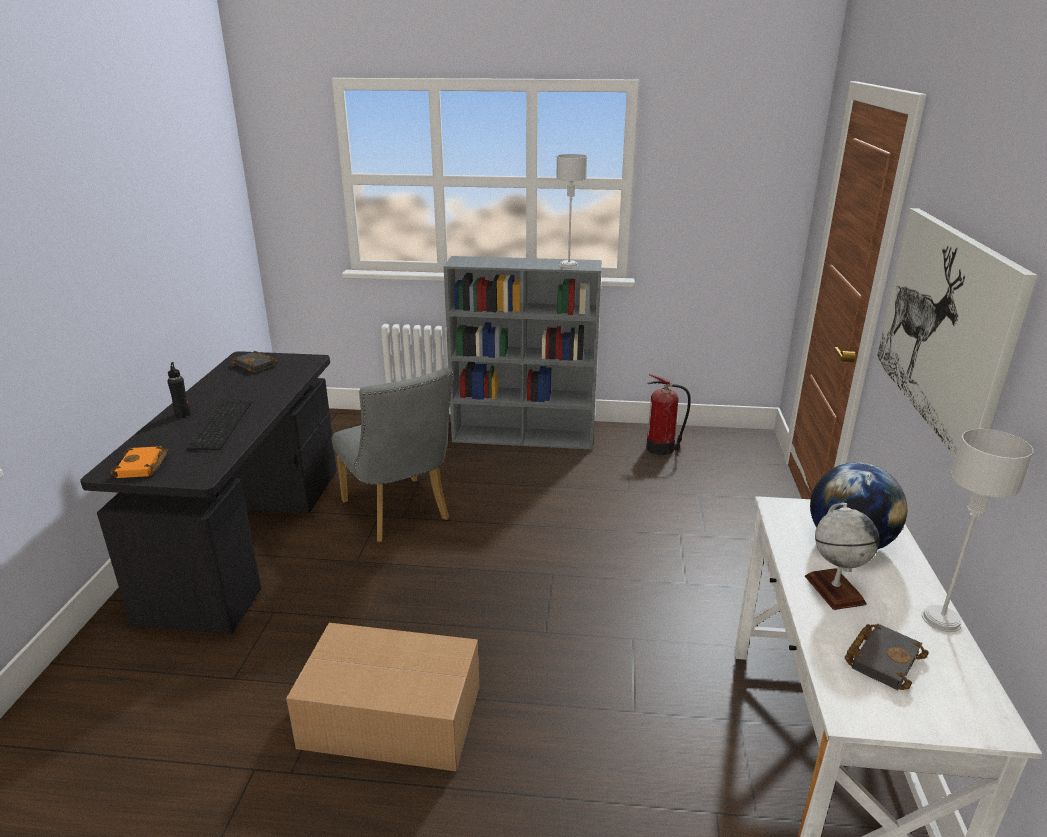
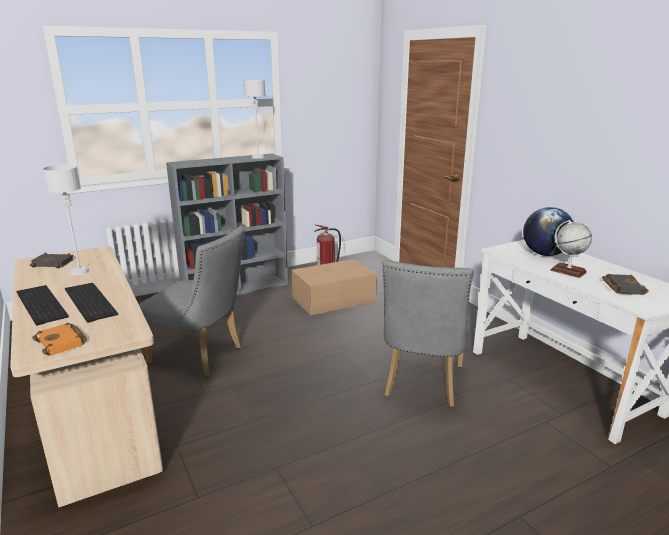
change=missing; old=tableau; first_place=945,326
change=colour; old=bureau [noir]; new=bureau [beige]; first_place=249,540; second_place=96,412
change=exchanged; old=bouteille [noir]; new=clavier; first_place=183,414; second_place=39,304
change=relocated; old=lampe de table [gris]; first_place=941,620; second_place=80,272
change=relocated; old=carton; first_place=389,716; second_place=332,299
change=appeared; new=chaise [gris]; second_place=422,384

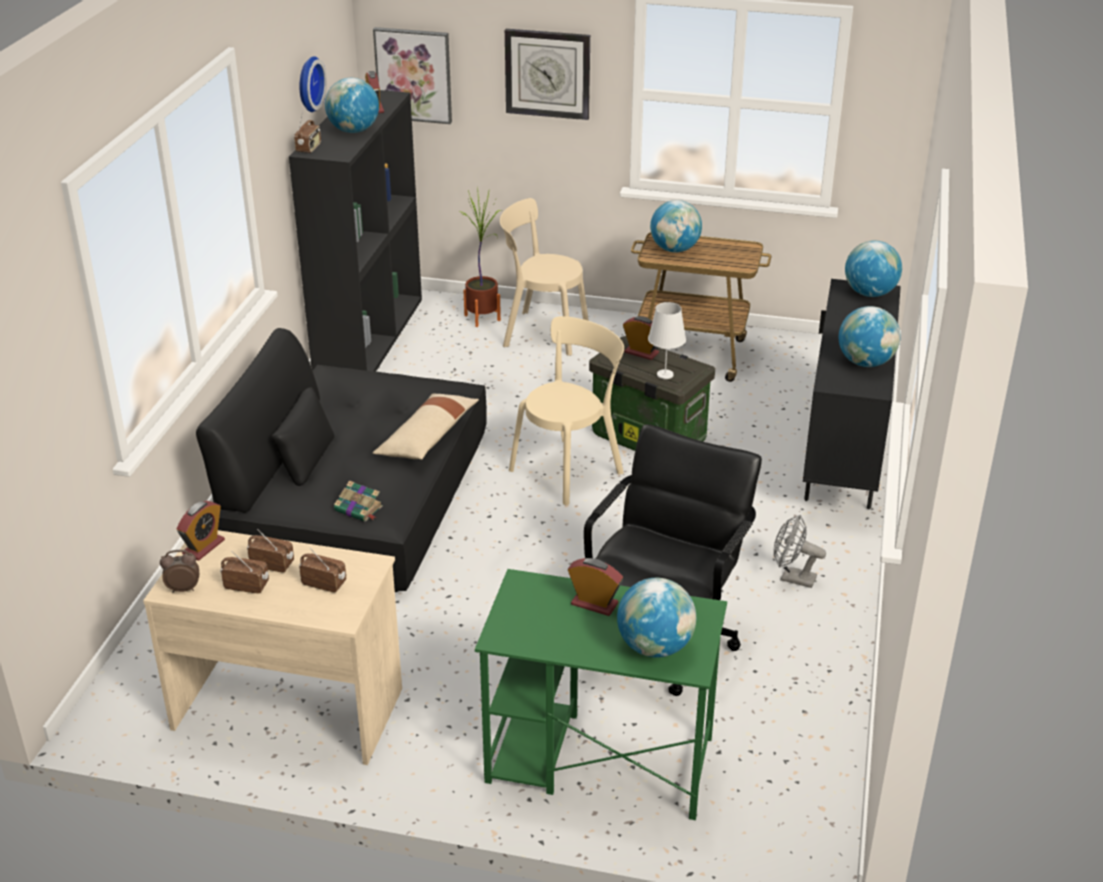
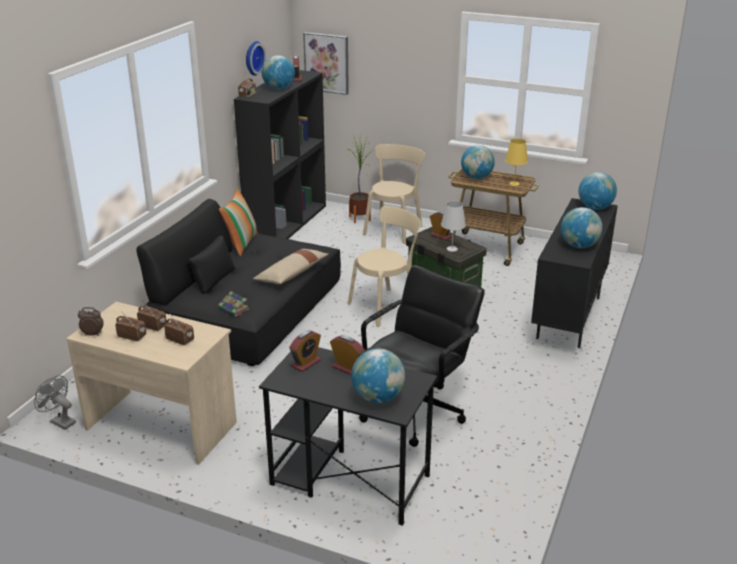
change=missing; old=horloge murale; first_place=547,73
change=spun; old=chaise [beige]; first_place=541,333; second_place=394,229; degrees=90
change=relocated; old=réveil; first_place=203,547; second_place=306,363
change=relocated; old=ventilateur [gris]; first_place=792,578; second_place=59,421
change=colour; old=bureau [vert]; new=bureau [noir]; first_place=597,760; second_place=348,480
change=appeared; new=lampe de table [jaune]; second_place=514,184
change=appeared; new=coussin; second_place=241,243

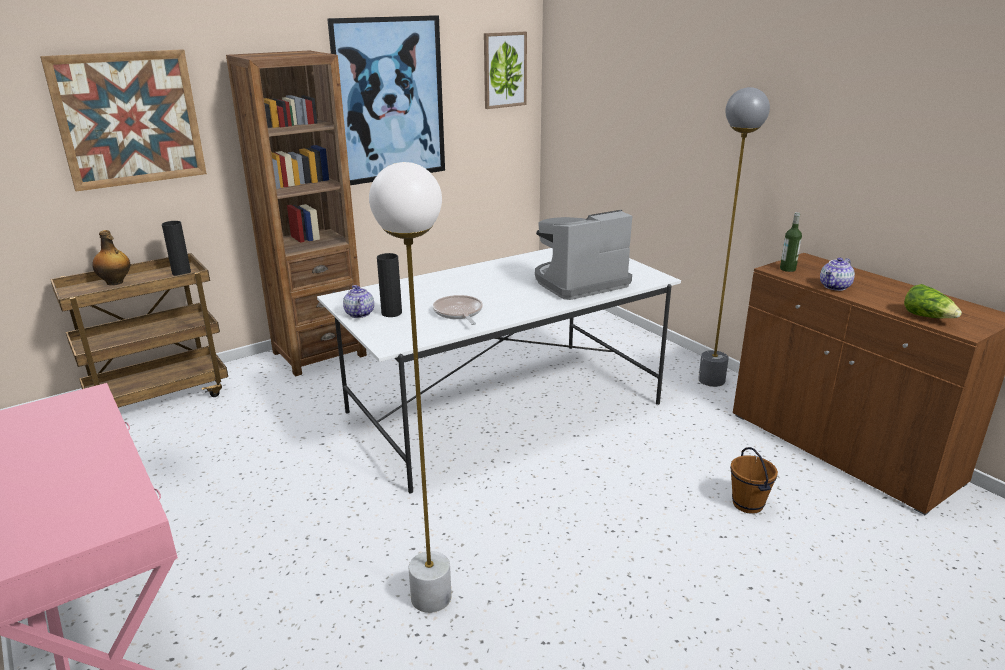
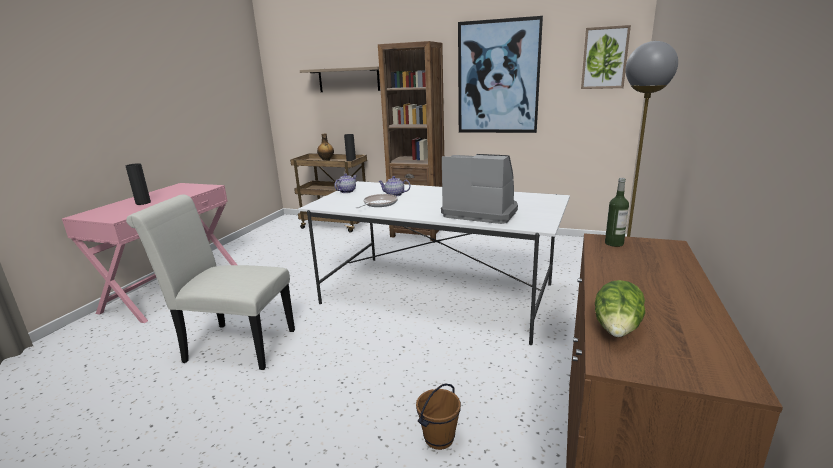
change=exchanged; old=tableau; new=étagère; first_place=129,119; second_place=348,79
change=exchanged; old=lampadaire [blanc]; new=chaise [blanc]; first_place=431,597; second_place=233,345
change=relocated; old=vase [noir]; first_place=391,313; second_place=143,203
change=relocated; old=théière; first_place=835,287; second_place=394,195

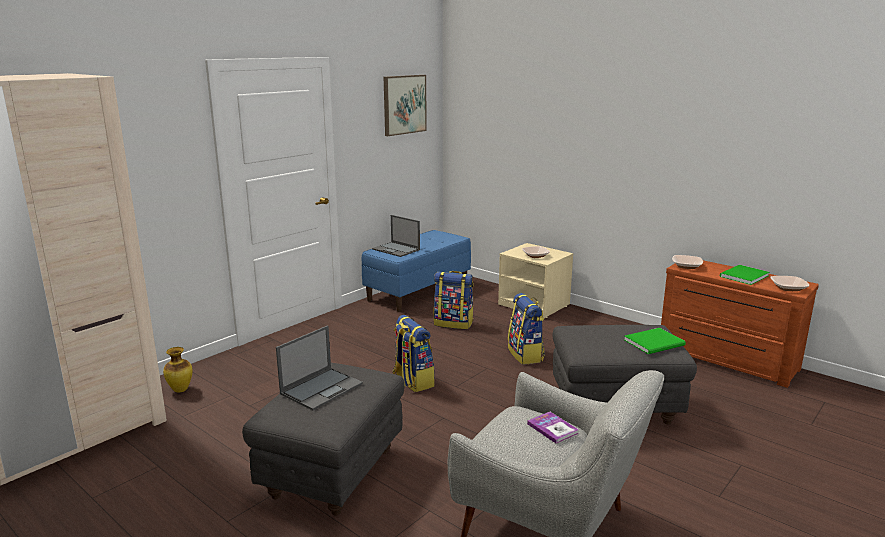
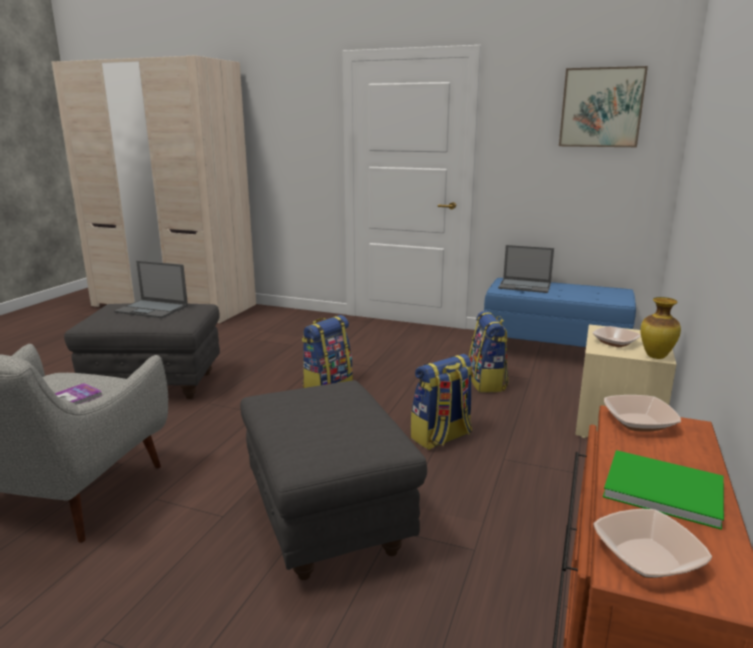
change=spun; old=ordinateur portable; first_place=396,249; second_place=525,286; degrees=-90
change=missing; old=livre [vert]; first_place=656,343
change=relocated; old=vase; first_place=181,390; second_place=656,357

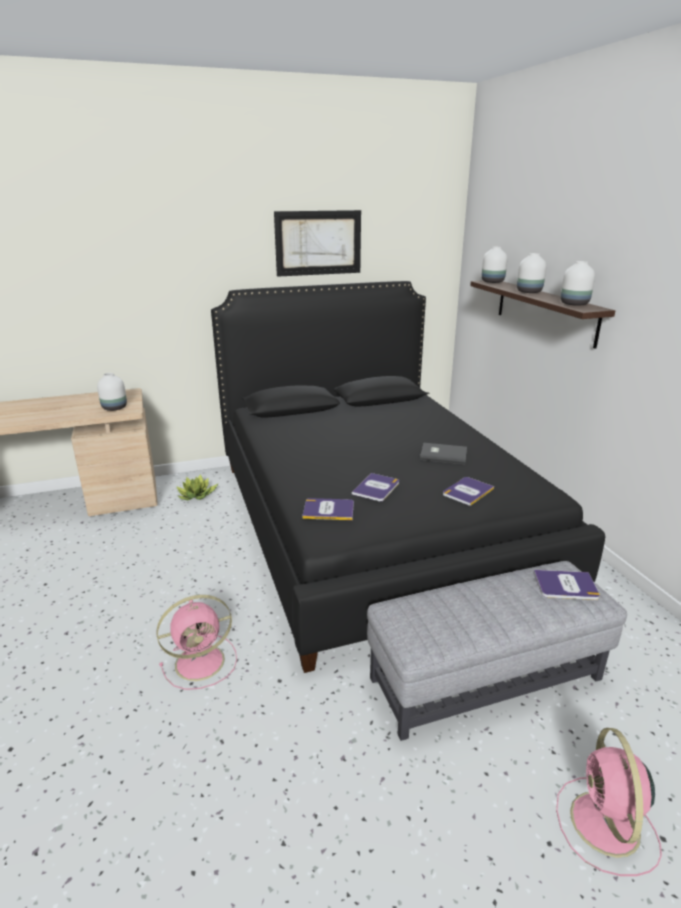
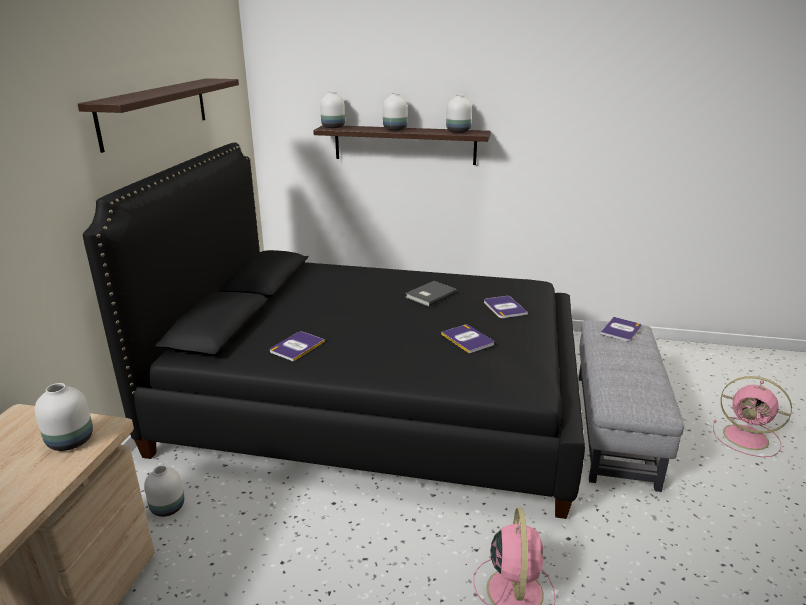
change=exchanged; old=tableau; new=étagère; first_place=318,243; second_place=155,111
change=exchanged; old=plante en pot; new=vase [blanc]; first_place=197,495; second_place=168,507
change=relocated; old=livre; first_place=328,510; second_place=296,346

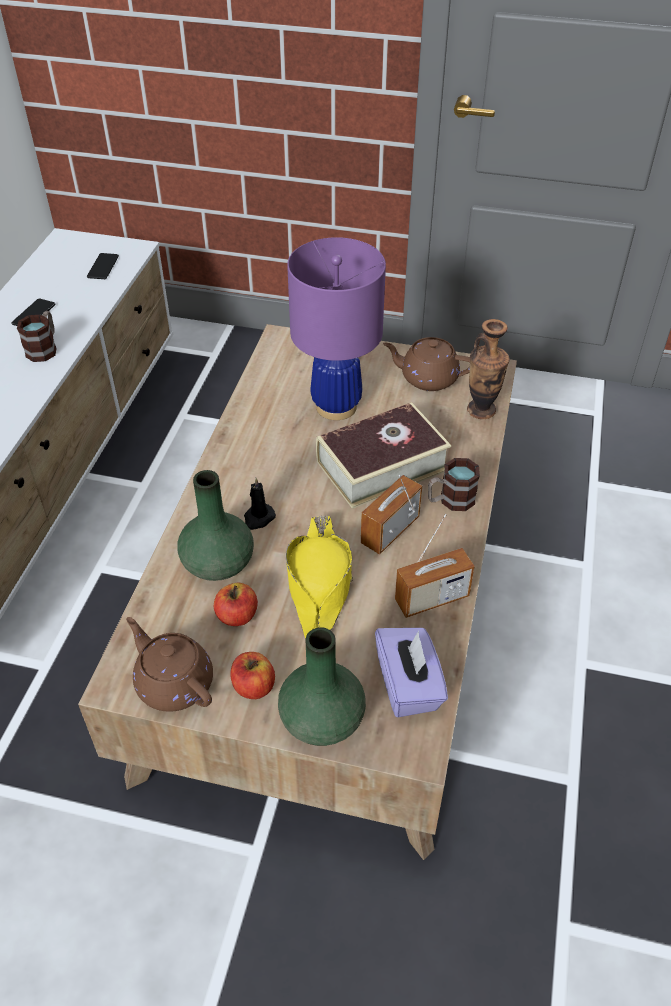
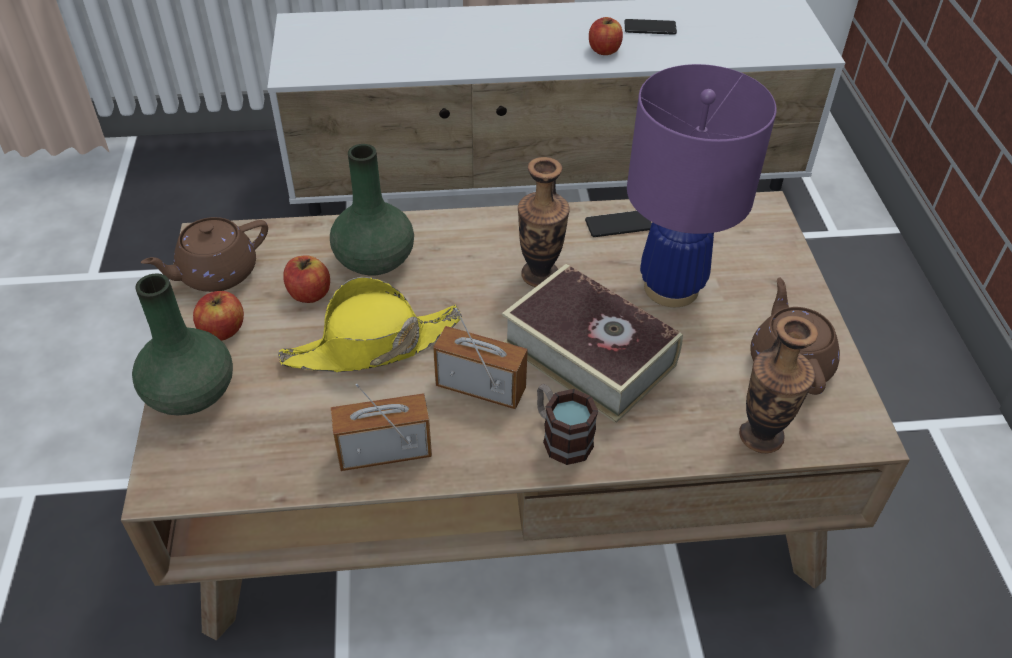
change=relocated; old=téléphone; first_place=103,267; second_place=618,224
change=exchanged; old=mug; new=pomme; first_place=44,348; second_place=604,50
change=missing; old=bougie [noir]; first_place=258,518
change=spun; old=radio; first_place=432,599; second_place=384,452; degrees=120
change=spun; old=théière [marron]; first_place=173,682; second_place=216,273; degrees=-150
change=missing; old=boîte à mouchoirs [violet]; first_place=408,685
change=appeared; new=vase; second_place=540,275

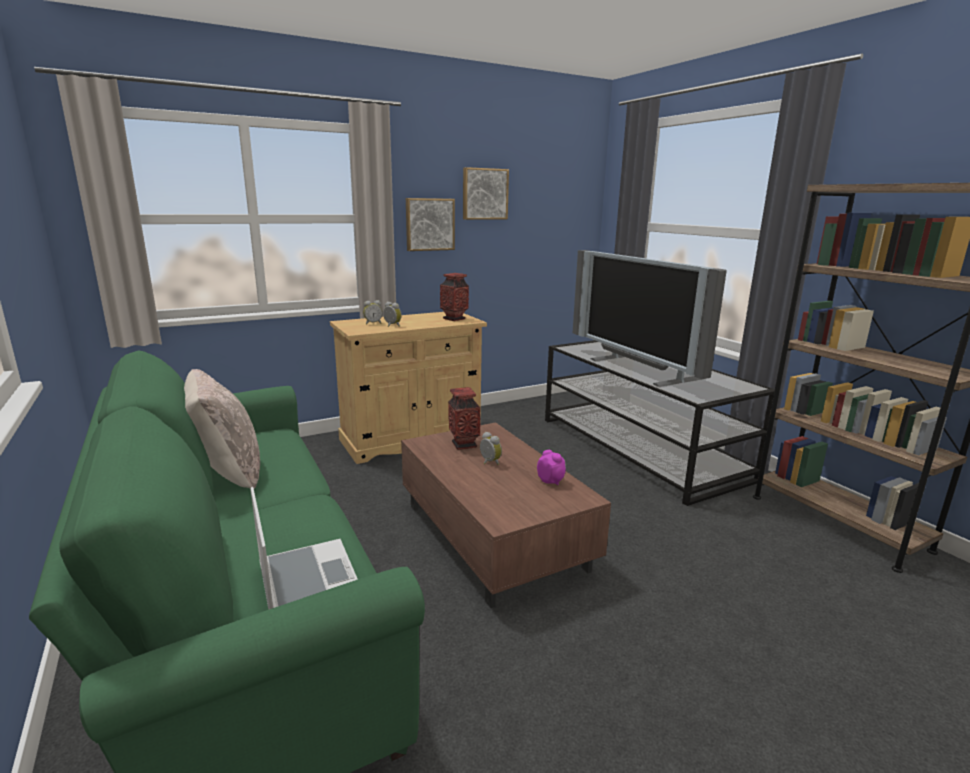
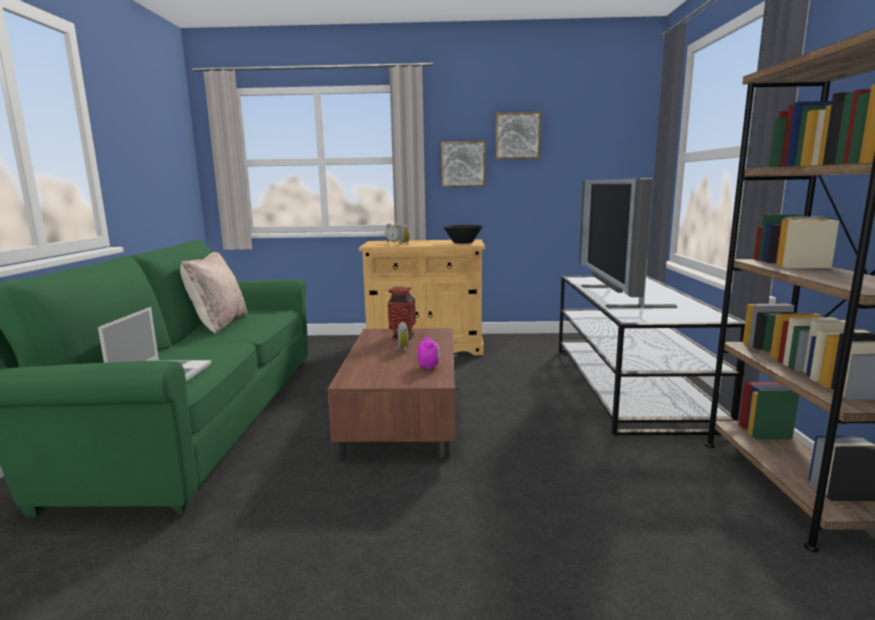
change=exchanged; old=vase; new=bol [noir]; first_place=454,319; second_place=463,243

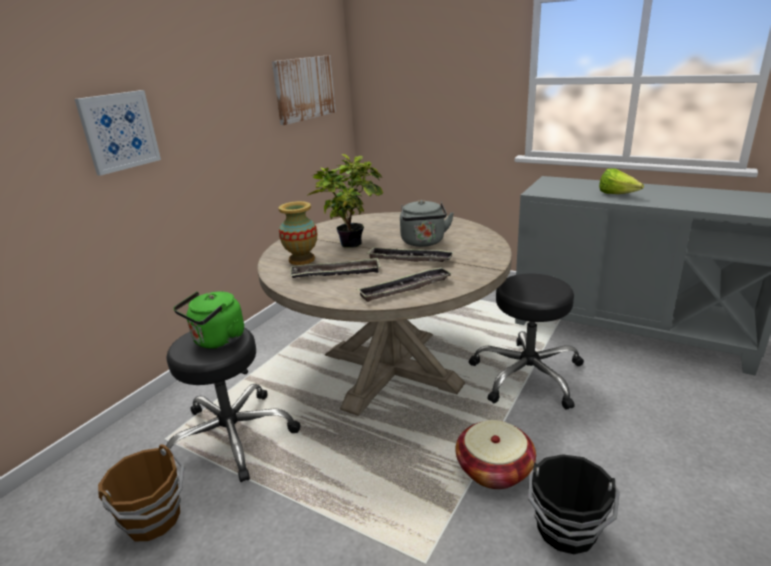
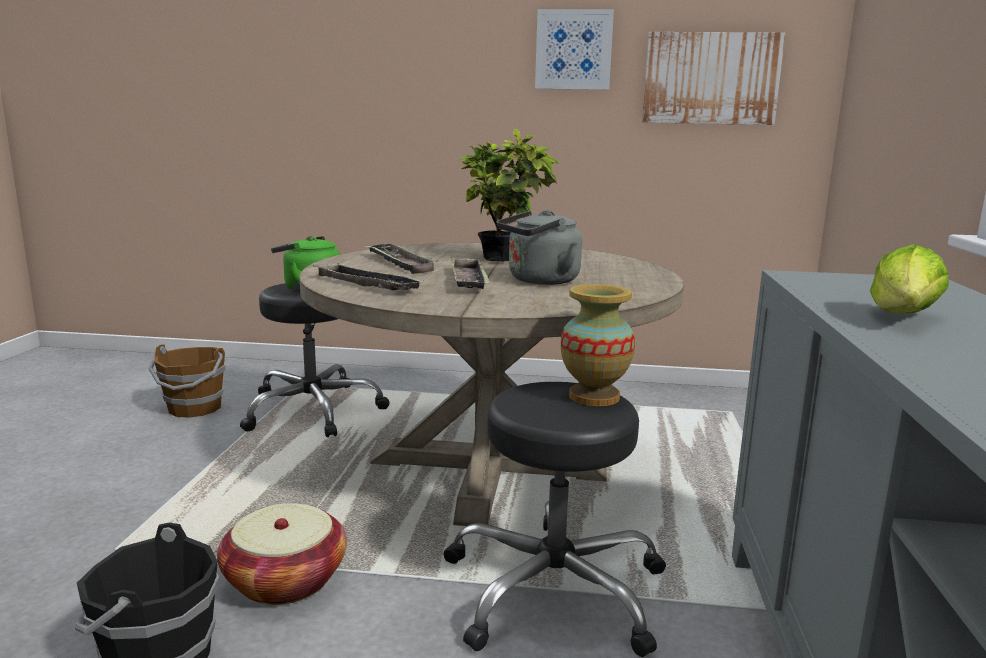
change=relocated; old=tableau; first_place=119,131; second_place=573,50
change=relocated; old=vase; first_place=302,260; second_place=594,397

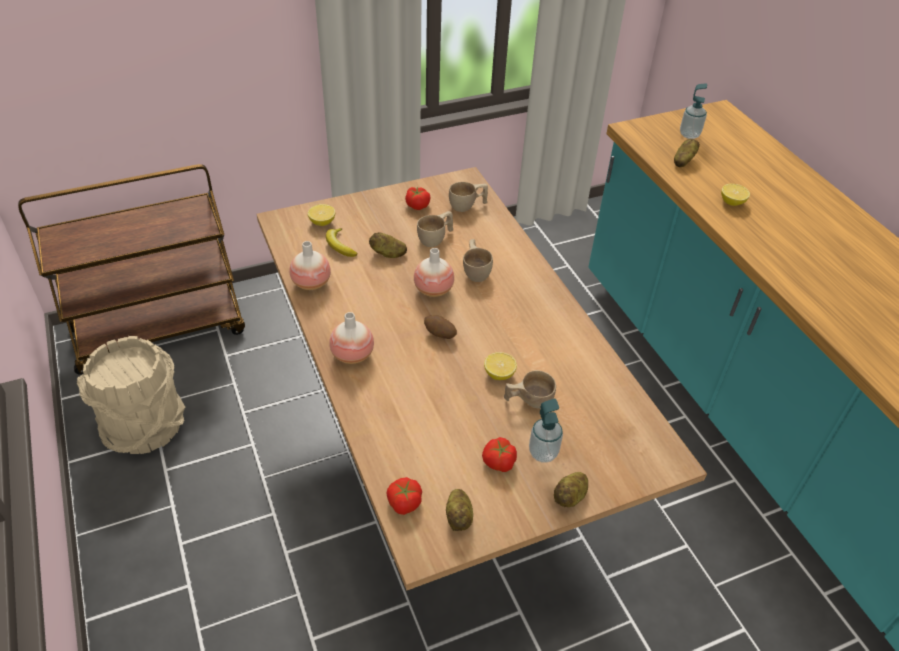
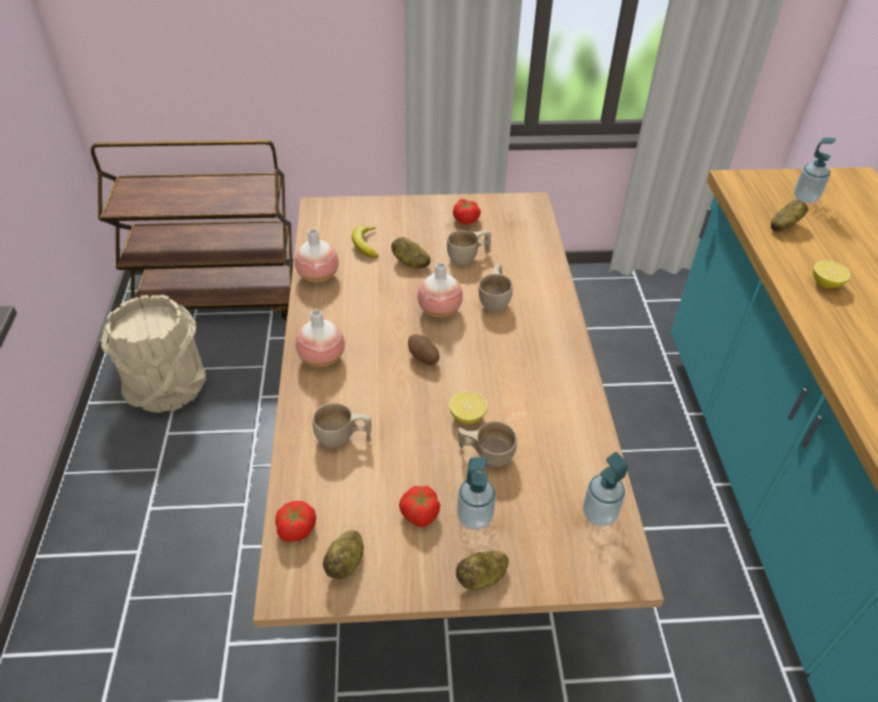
change=relocated; old=tasse [beige]; first_place=467,206; second_place=343,439
change=missing; old=citron; first_place=322,222
change=appeared; new=distributeur de savon; second_place=599,514

